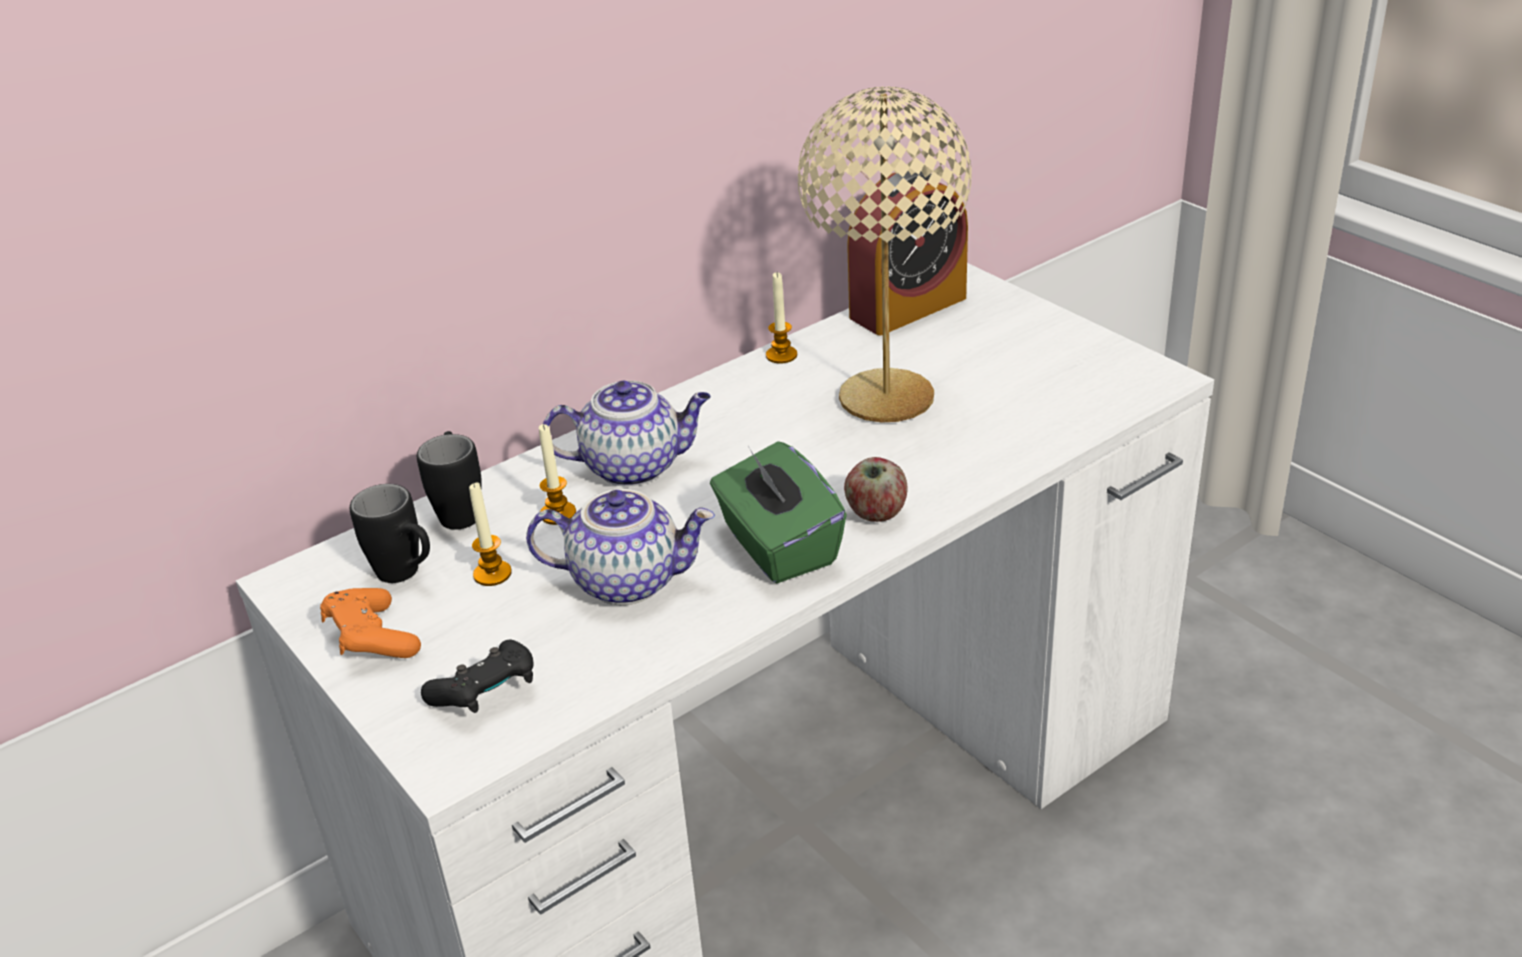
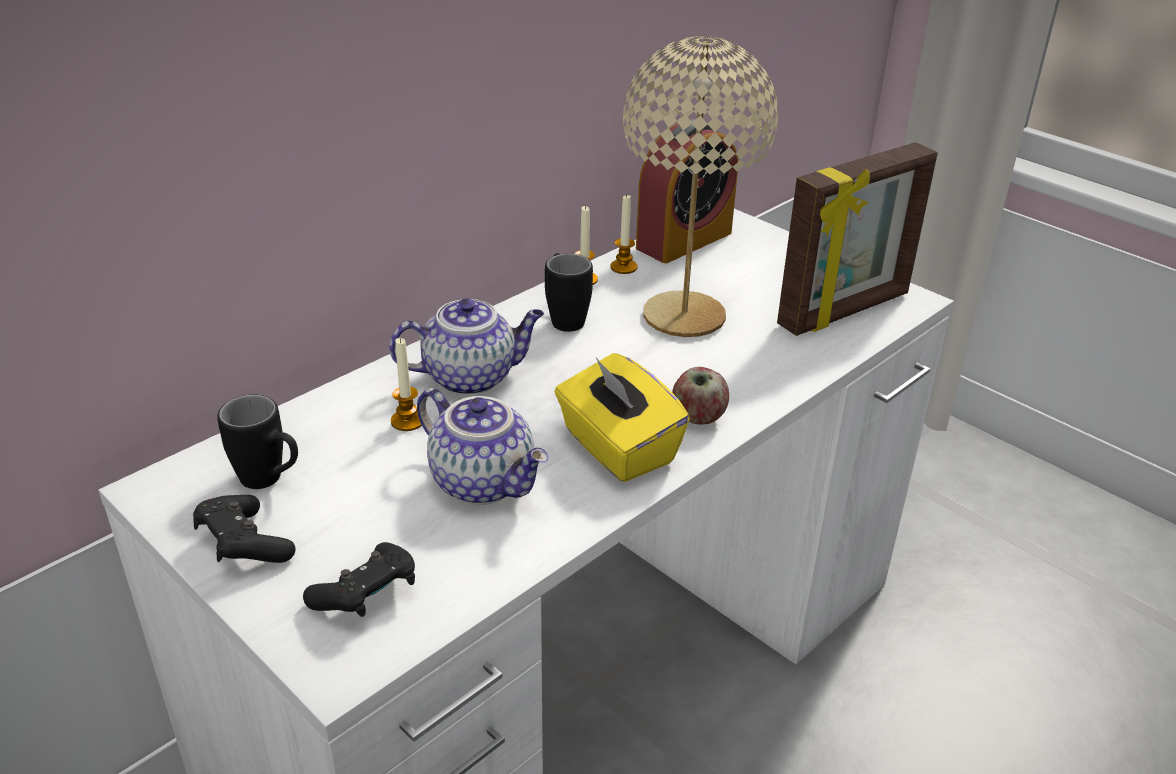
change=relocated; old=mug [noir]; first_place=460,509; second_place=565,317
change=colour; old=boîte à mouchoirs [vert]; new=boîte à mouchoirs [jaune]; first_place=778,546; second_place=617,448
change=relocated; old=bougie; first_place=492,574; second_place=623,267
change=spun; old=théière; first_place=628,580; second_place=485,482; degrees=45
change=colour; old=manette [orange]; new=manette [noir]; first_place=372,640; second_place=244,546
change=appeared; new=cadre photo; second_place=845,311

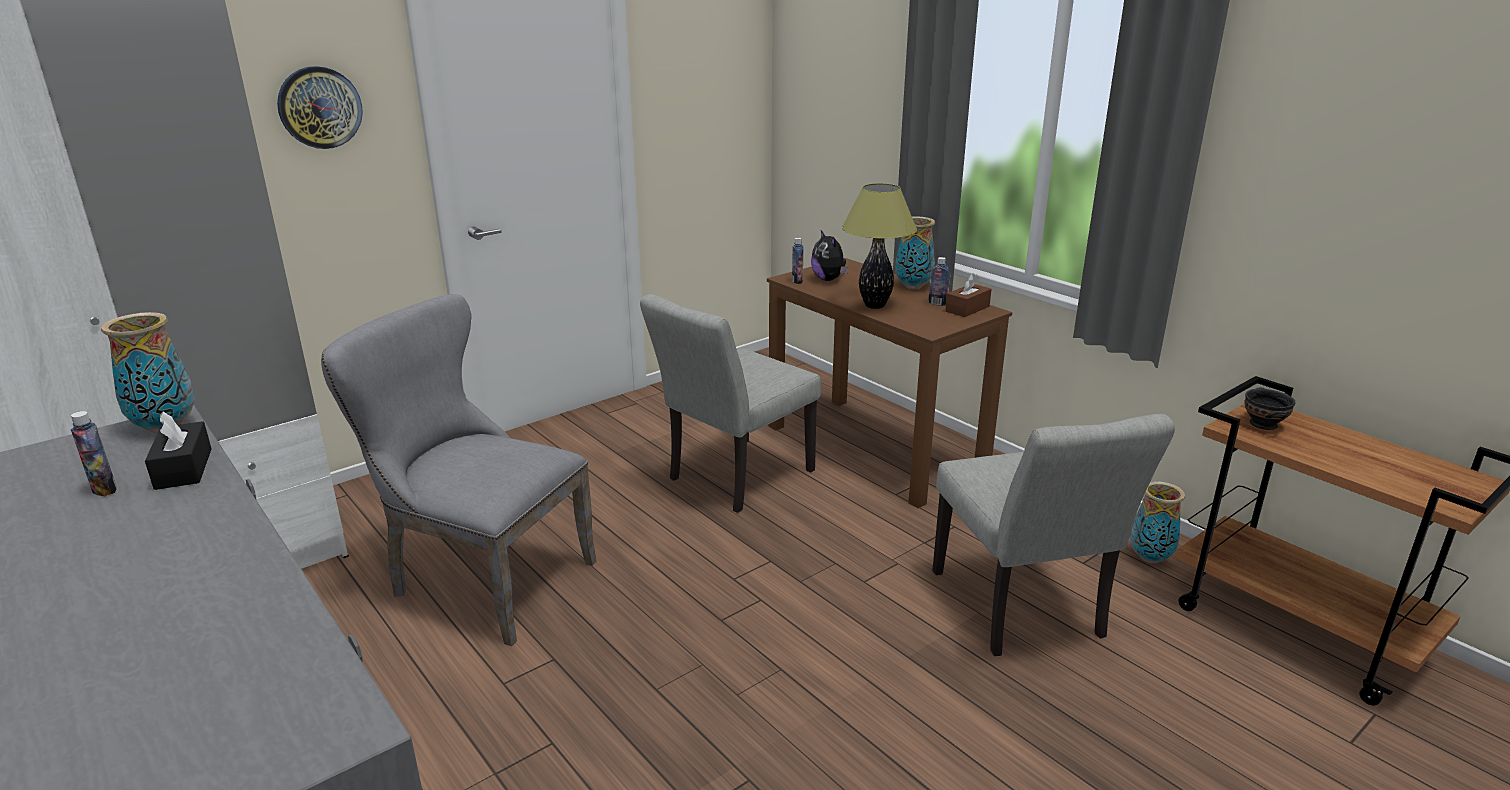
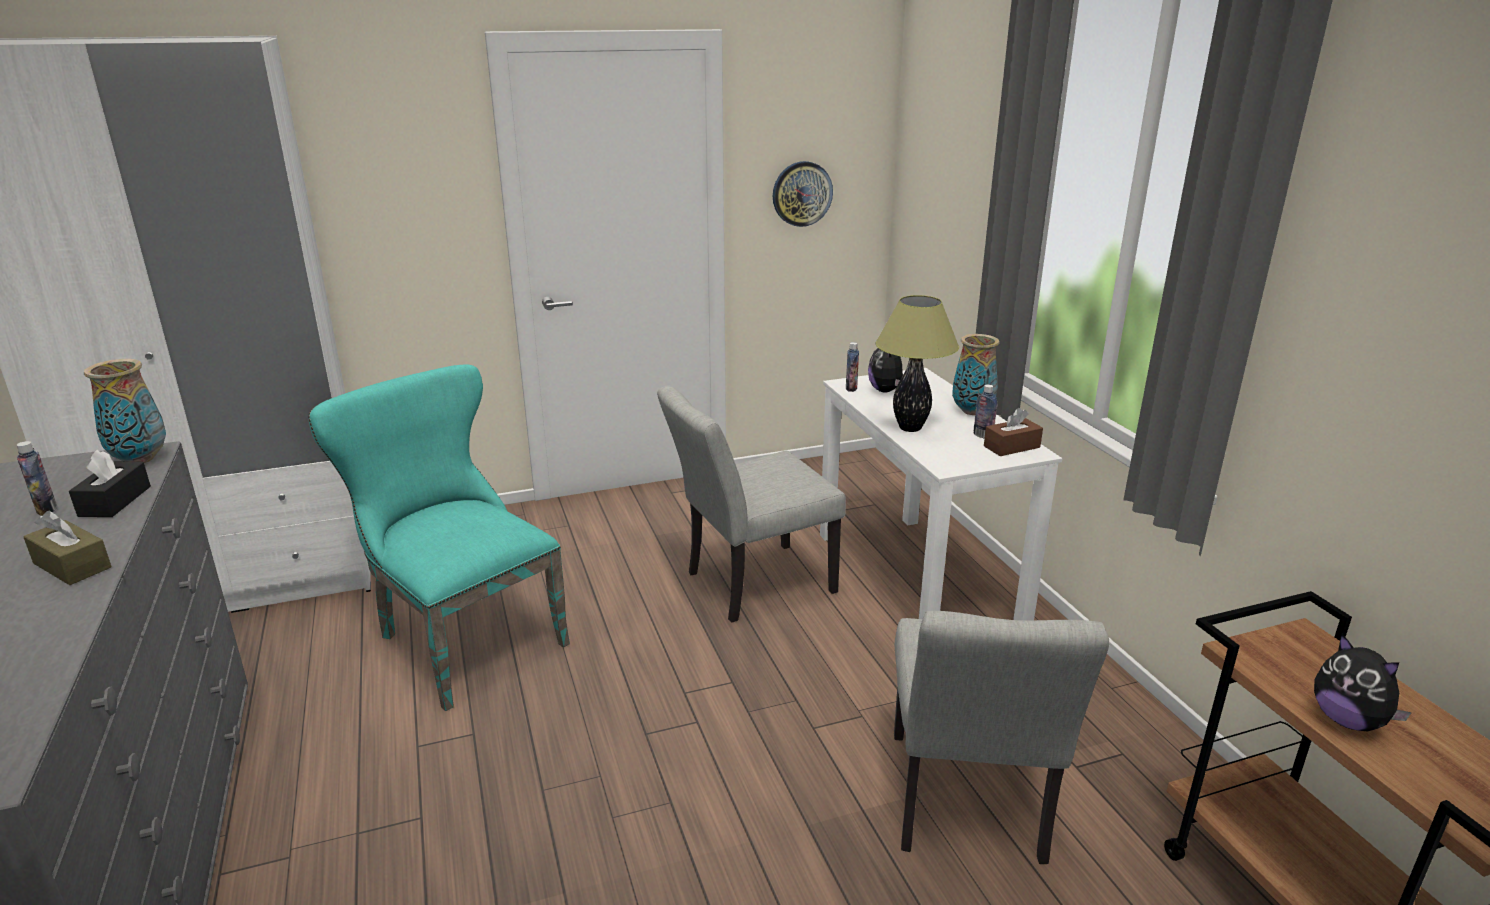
change=relocated; old=horloge murale; first_place=320,107; second_place=802,193
change=colour; old=bureau [marron]; new=bureau [blanc]; first_place=875,448; second_place=917,580
change=colour; old=chaise [gris]; new=chaise [turquoise]; first_place=481,579; second_place=461,638
change=missing; old=bol [noir]; first_place=1263,424
change=missing; old=vase; first_place=1149,558
change=appeared; new=boîte à mouchoirs [marron]; second_place=72,565
change=appeared; new=peluche; second_place=1348,721

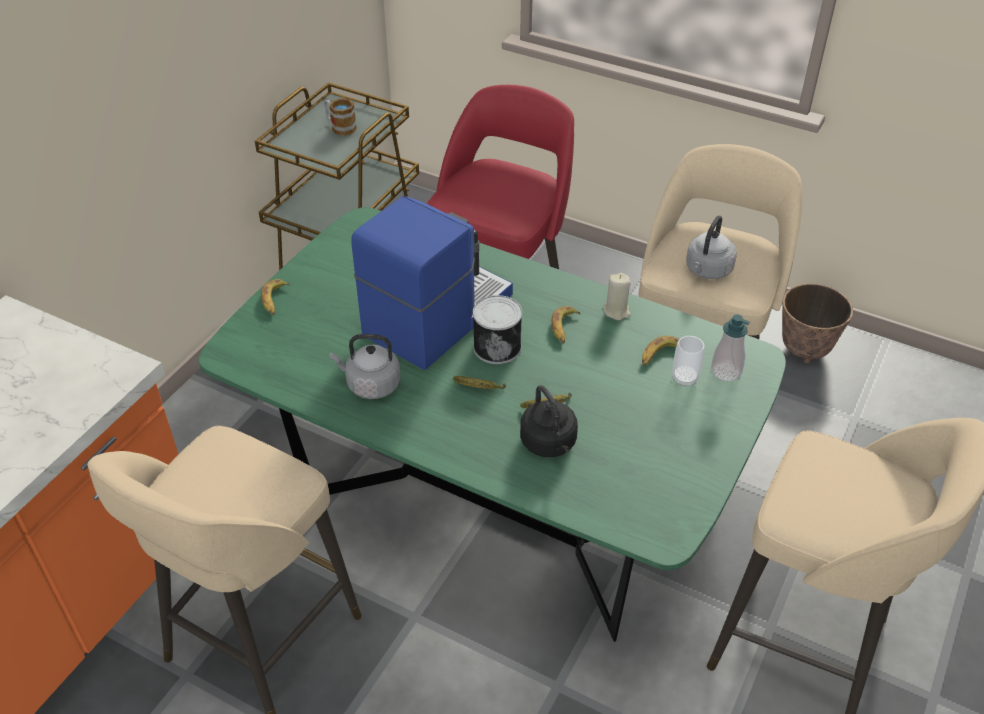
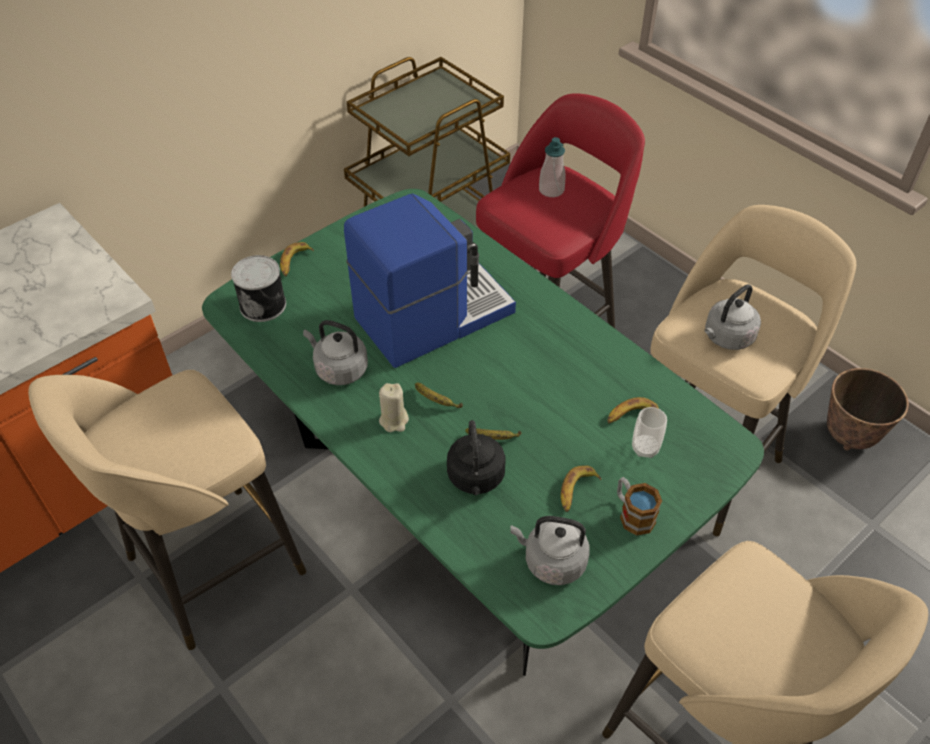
change=relocated; old=mug; first_place=340,127; second_place=632,514
change=relocated; old=bougie [beige]; first_place=617,311; second_place=394,420
change=relocated; old=boîte métallique; first_place=497,346; second_place=264,304
change=relocated; old=banane; first_place=564,328; second_place=576,491
change=relocated; old=distributeur de savon; first_place=726,371; second_place=551,190
change=appeared; new=bouilloire [gris]; second_place=551,561

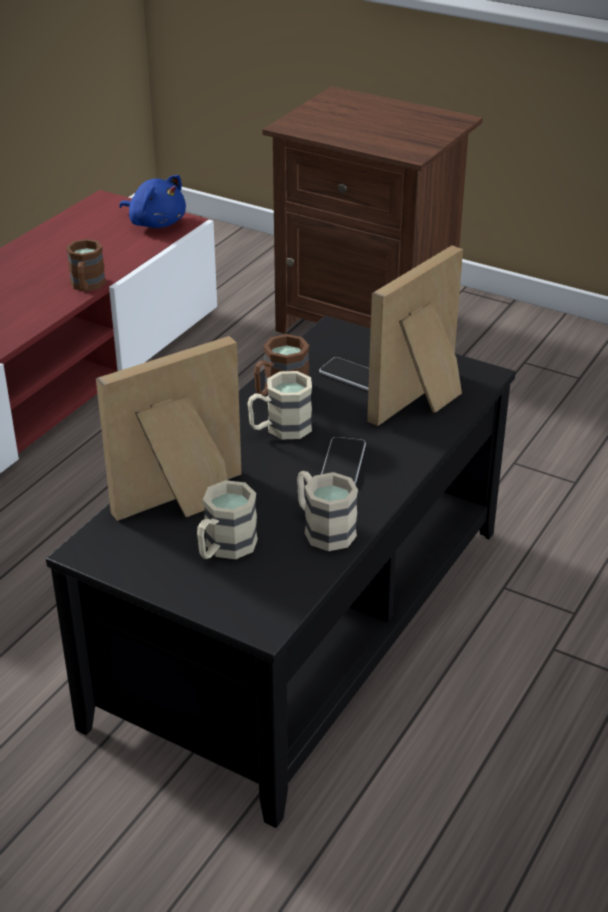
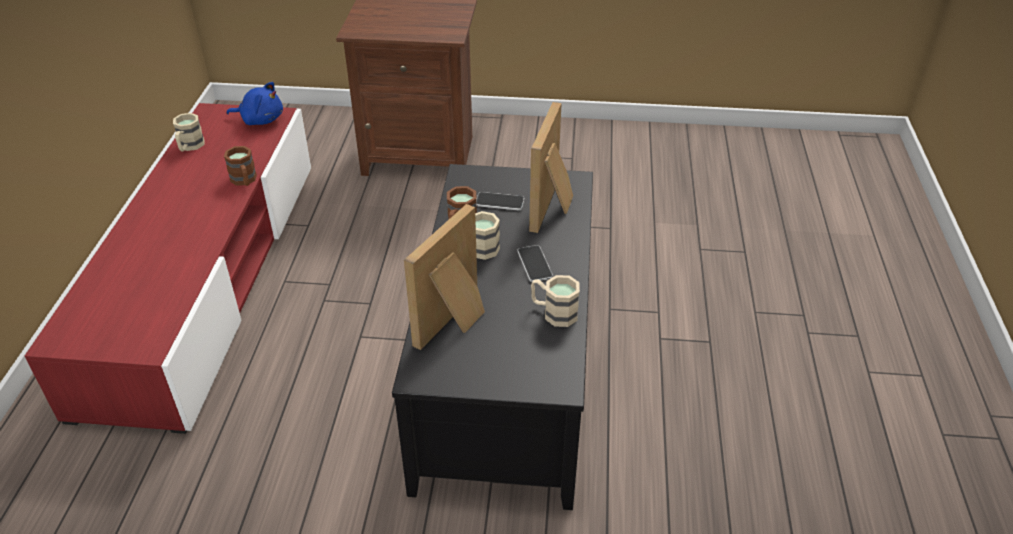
change=relocated; old=mug [beige]; first_place=224,548; second_place=189,147

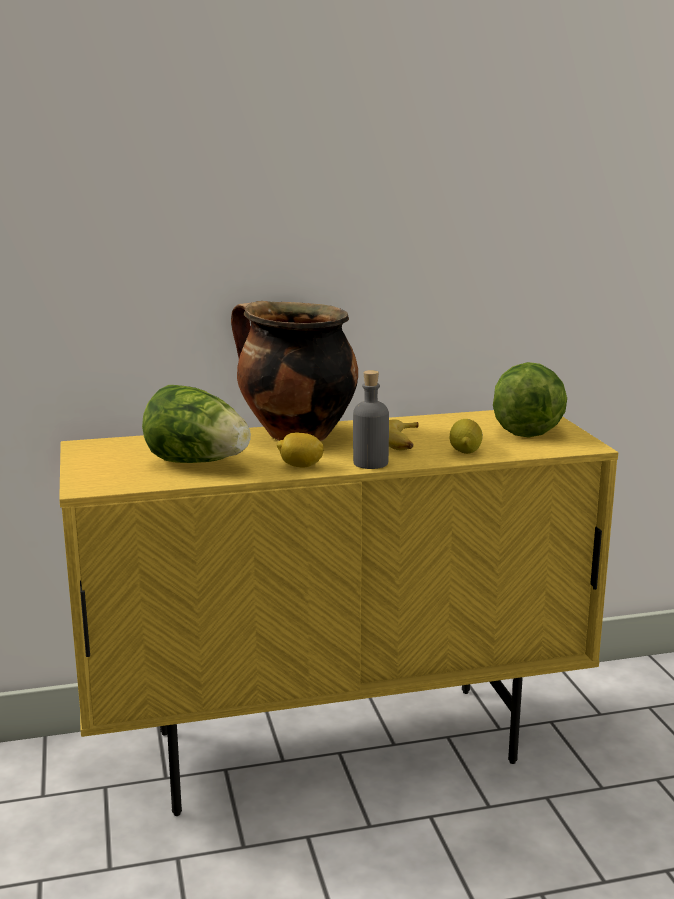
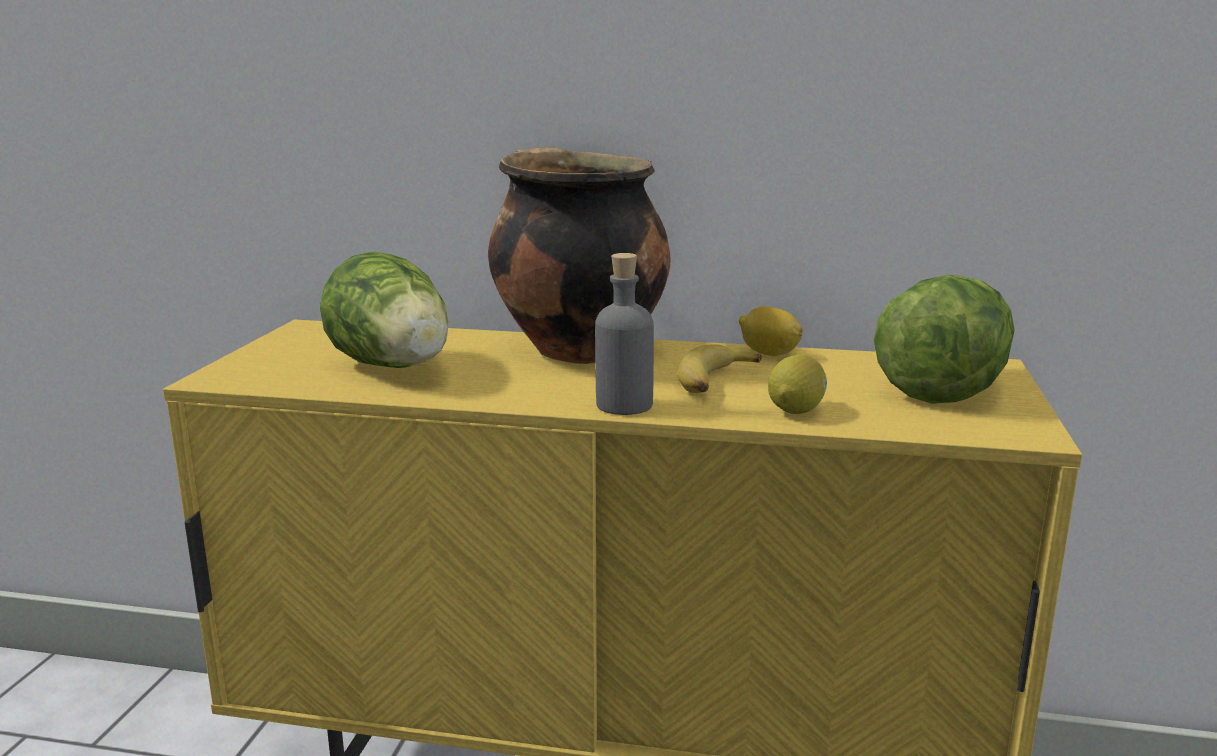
change=relocated; old=citron; first_place=300,466; second_place=769,354

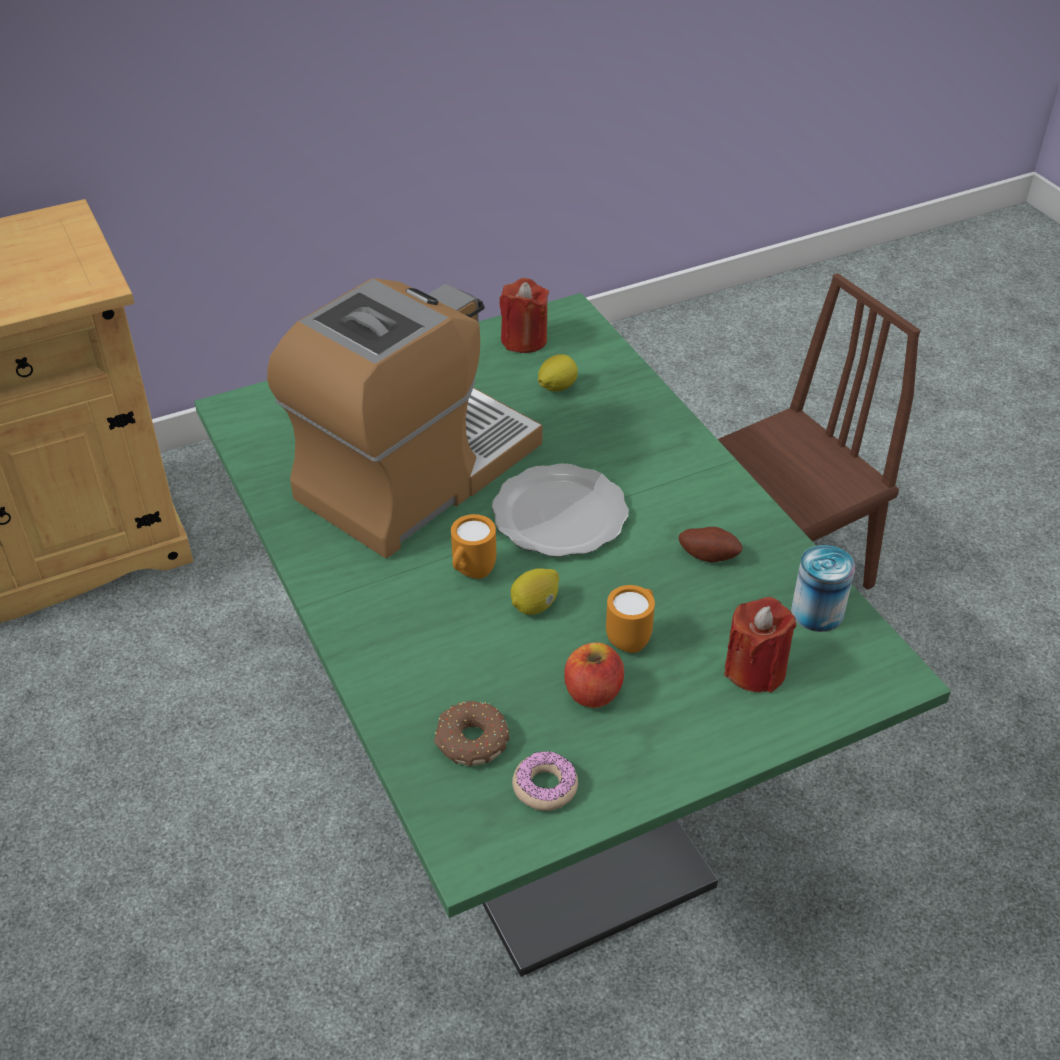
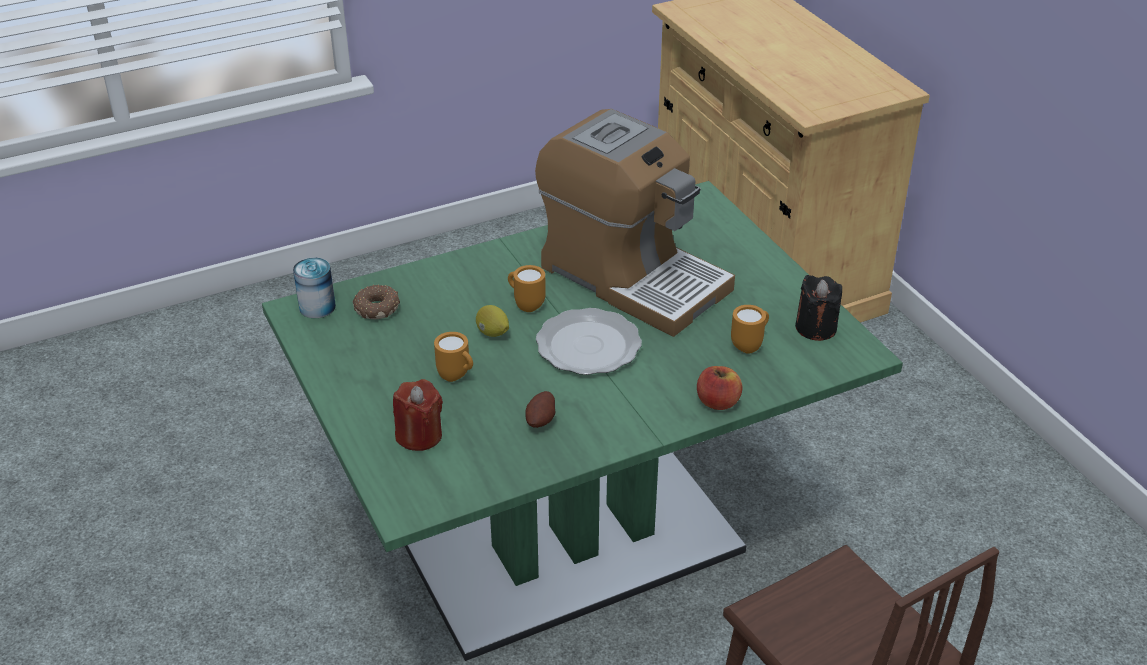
change=colour; old=bougie [rouge]; new=bougie [noir]; first_place=524,340; second_place=816,328
change=exchanged; old=citron; new=mug [orange]; first_place=556,387; second_place=749,345
change=relocated; old=boîte métallique; first_place=817,612; second_place=317,307
change=relocated; old=pomme; first_place=592,692; second_place=718,402
change=missing; old=beignet; first_place=545,787

